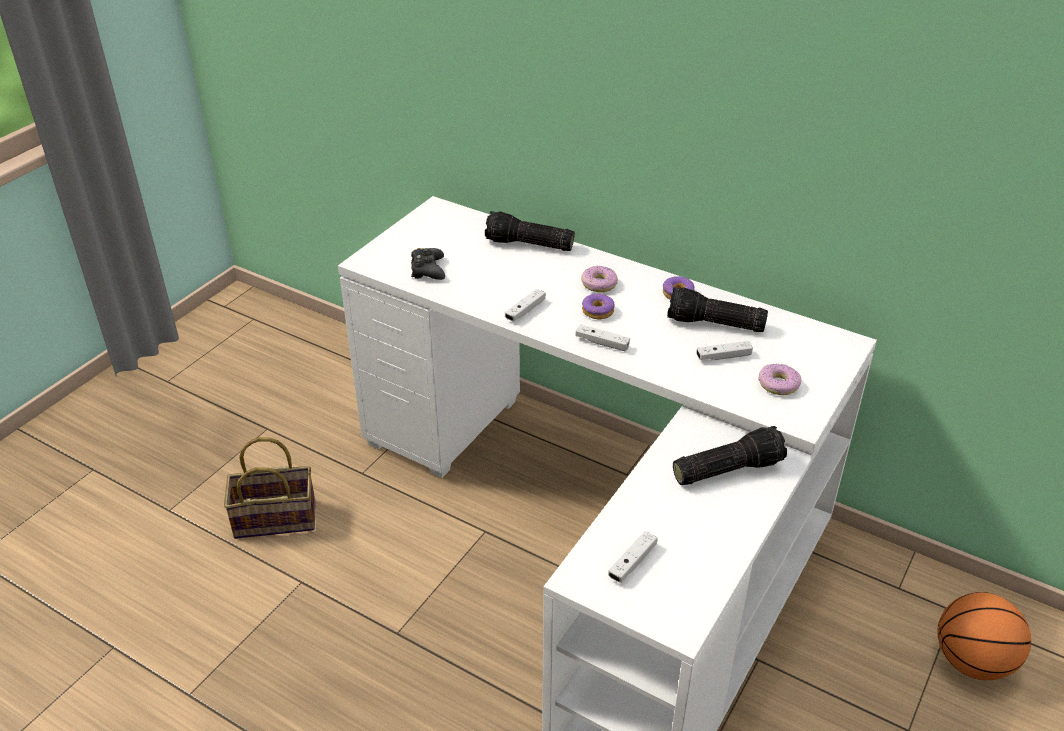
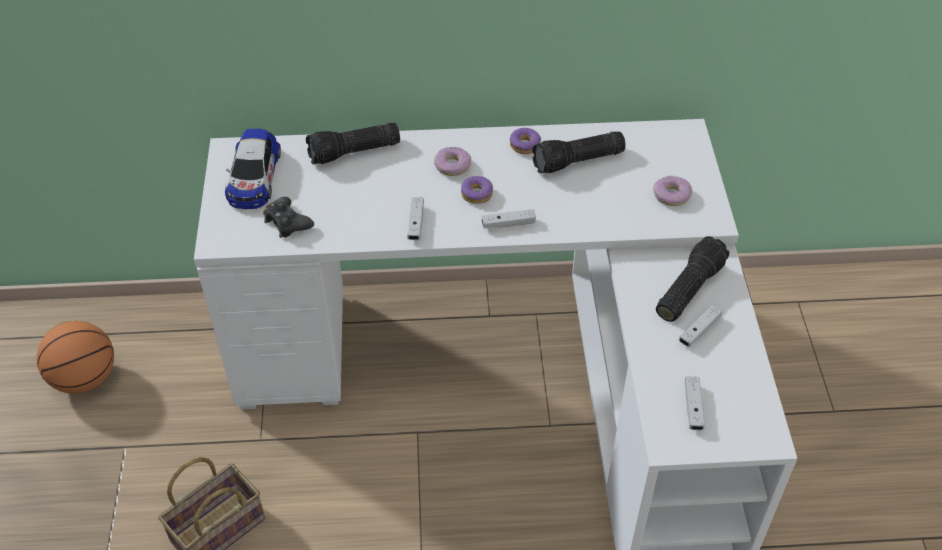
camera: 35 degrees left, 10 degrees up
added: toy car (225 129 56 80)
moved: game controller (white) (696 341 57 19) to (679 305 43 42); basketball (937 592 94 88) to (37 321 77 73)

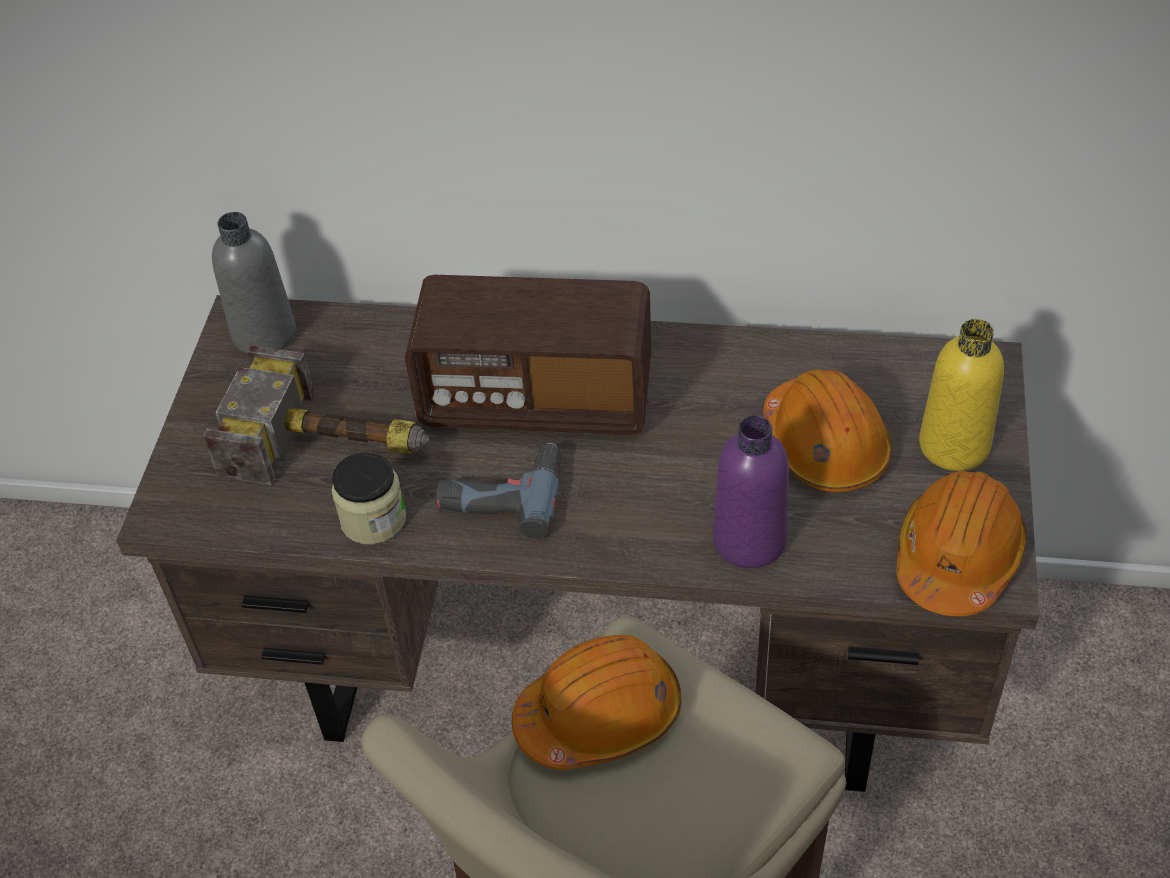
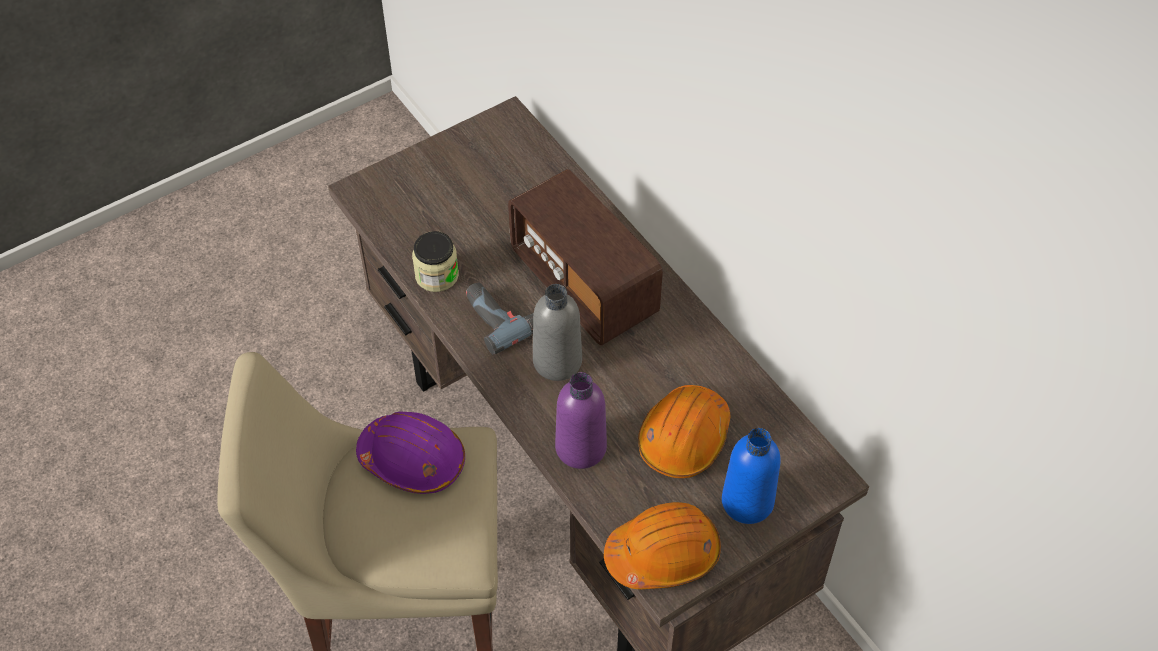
camera: 45 degrees right, 5 degrees up
removed: hammer (203 345 226 140)
moved: bottle (grey) (212 212 84 142) to (533 284 49 97)
recoloured: bottle (yellow) (919 319 85 152) to bottle (blue) (722 428 58 96); hard hat (orange) (512 635 170 135) to hard hat (purple) (356 412 109 82)

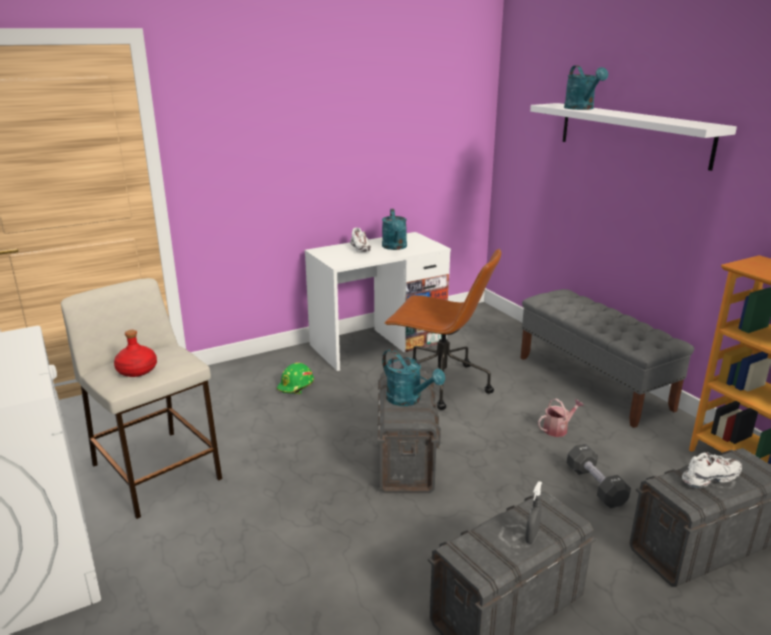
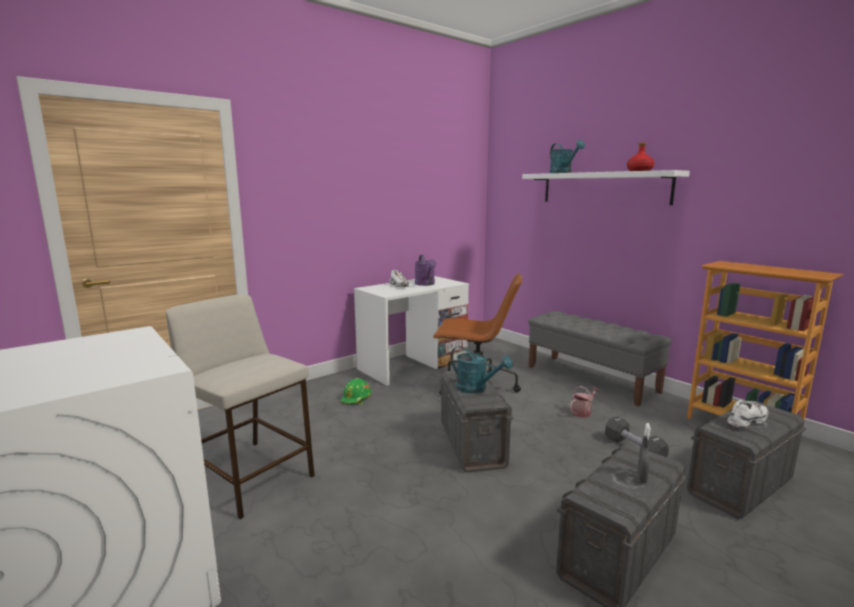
camera: 10 degrees left, 10 degrees down
moved: bottle (red) (114 330 43 47) to (627 143 27 28)
recoloured: watering can (turquoise) (382 209 25 41) to watering can (purple) (415 255 21 31)

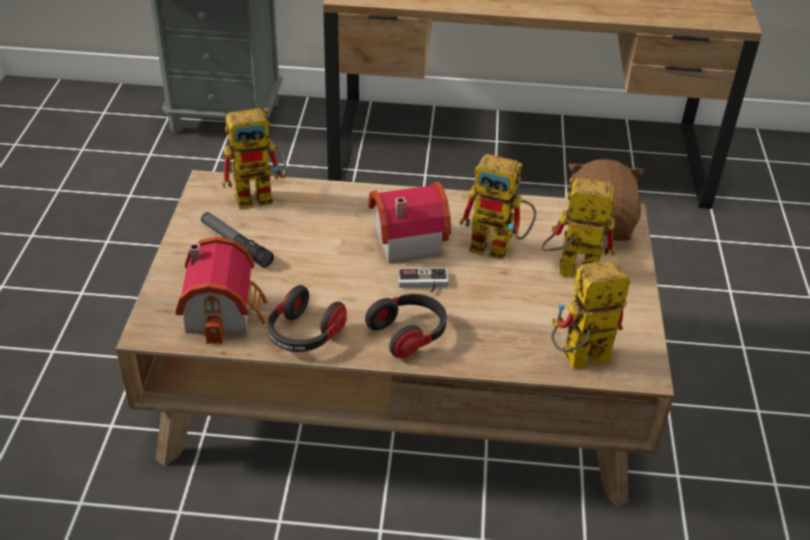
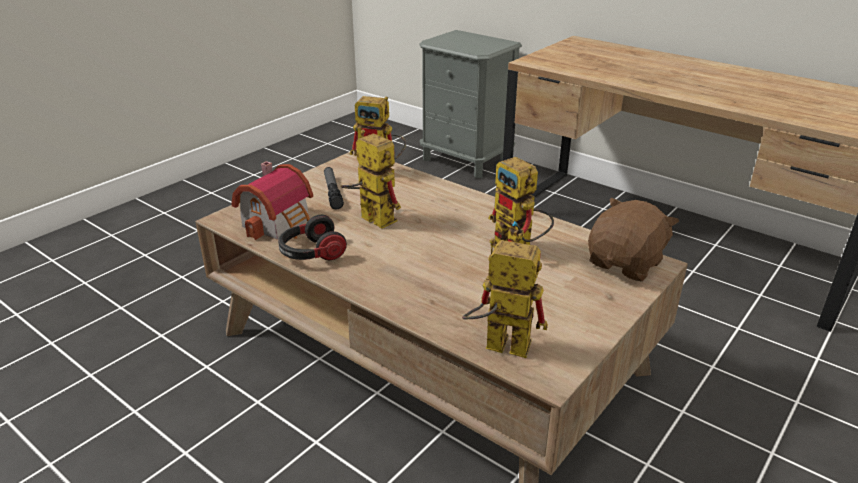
camera: 35 degrees right, 10 degrees down
removed: toy house (368 182 83 81); game controller (398 268 50 24); headphones (365 294 82 64)
moved: toy robot (541 178 75 100) to (340 129 61 100)

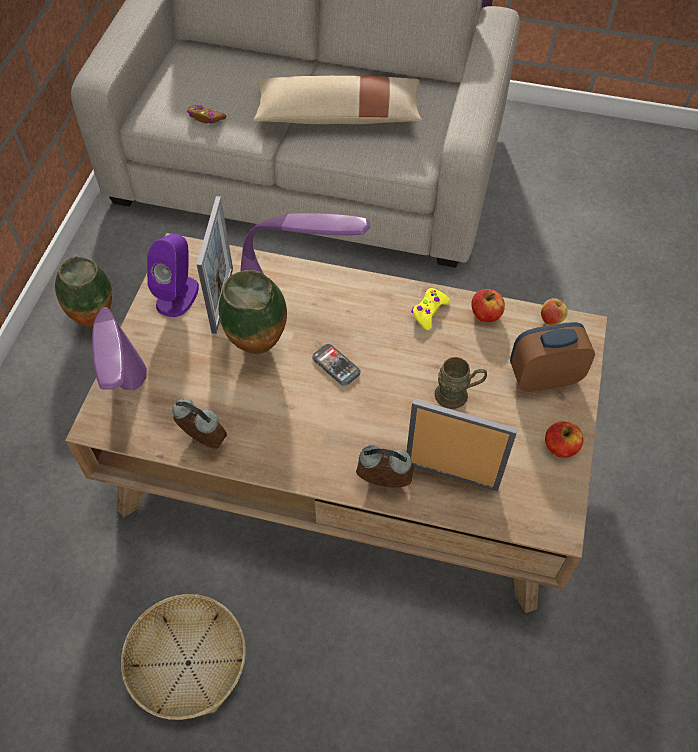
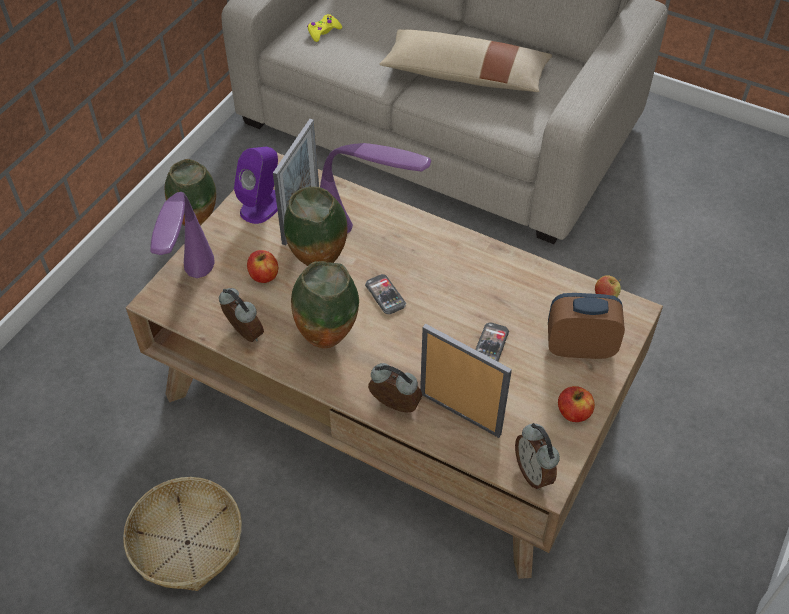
camera: 15 degrees right, 5 degrees down
removed: game controller (brown) (187 104 39 20)
added: vase (291 261 68 88); alarm clock (515 423 45 67)
moved: game controller (yellow) (411 288 39 42) to (307 14 35 28); apple (471 289 34 33) to (247 250 31 33)
replaced: mug (brown) (435 357 52 52) to phone (475 322 34 40)

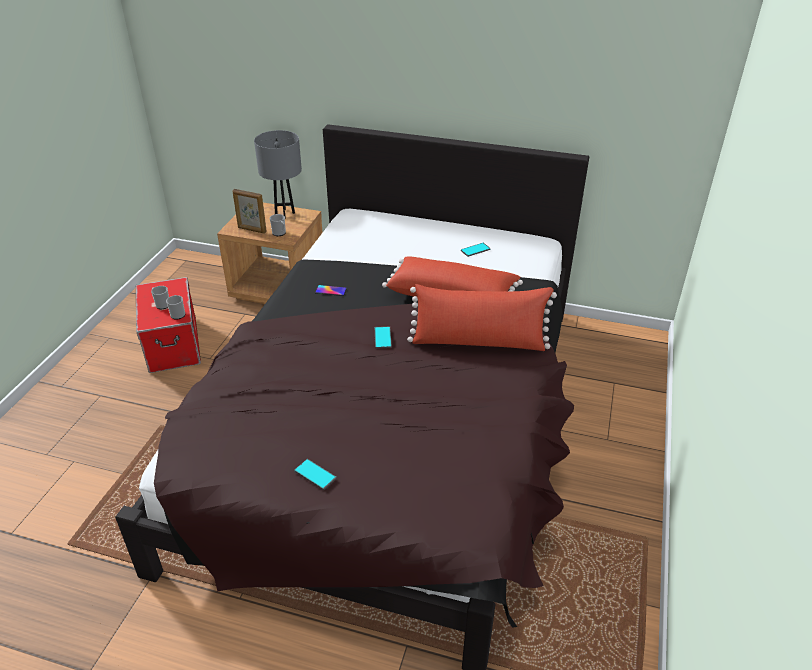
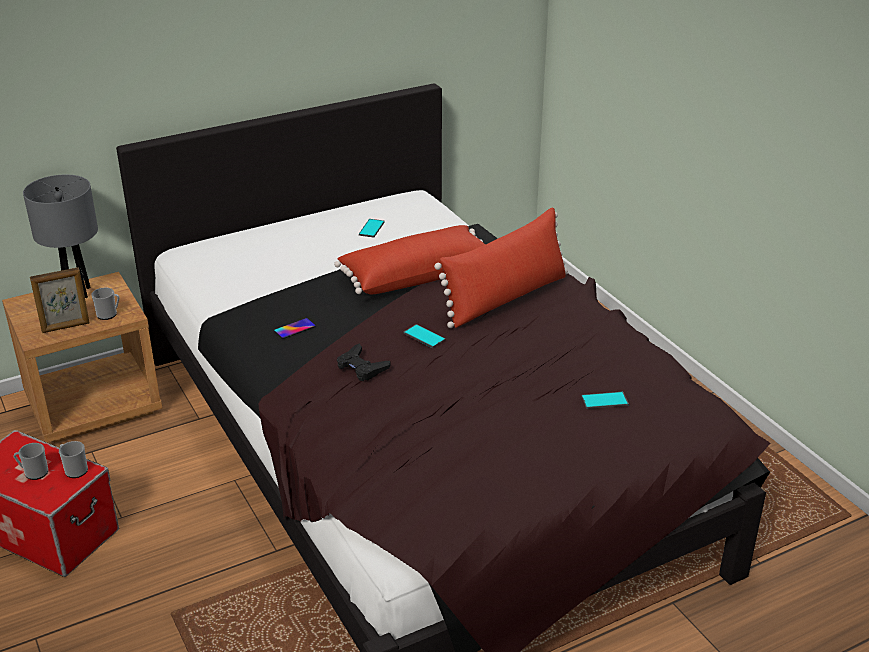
camera: 45 degrees left, 5 degrees down
added: game controller (black) (337 343 53 38)
moved: phone (294 459 43 31) to (581 392 48 17)

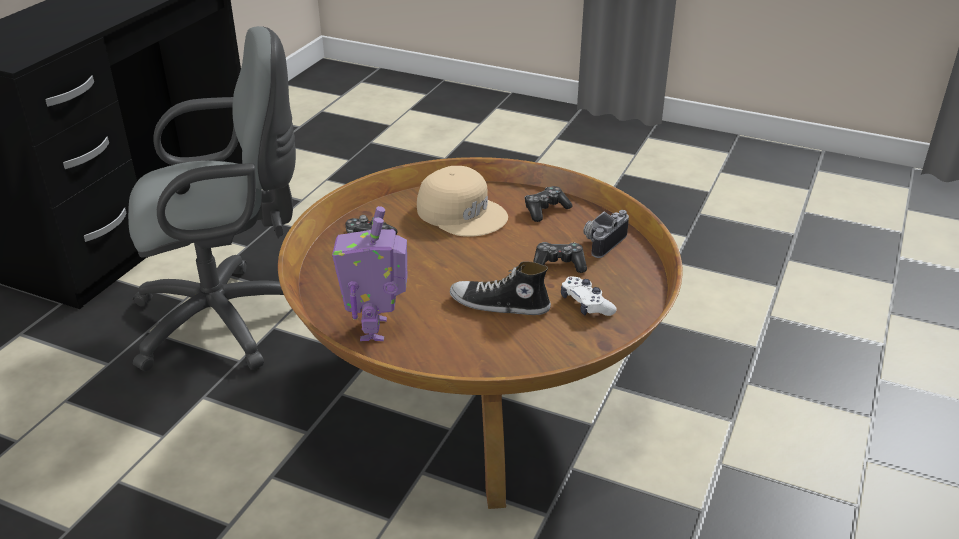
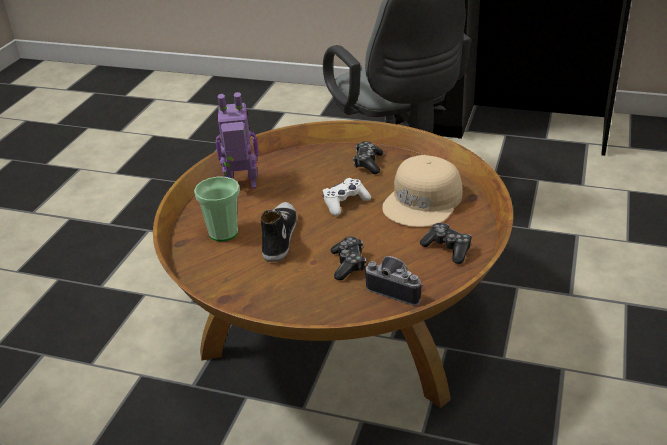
camera: 85 degrees right, 0 degrees up
added: cup (194 177 46 64)
moved: game controller (white) (561 276 56 40) to (323 178 48 38)

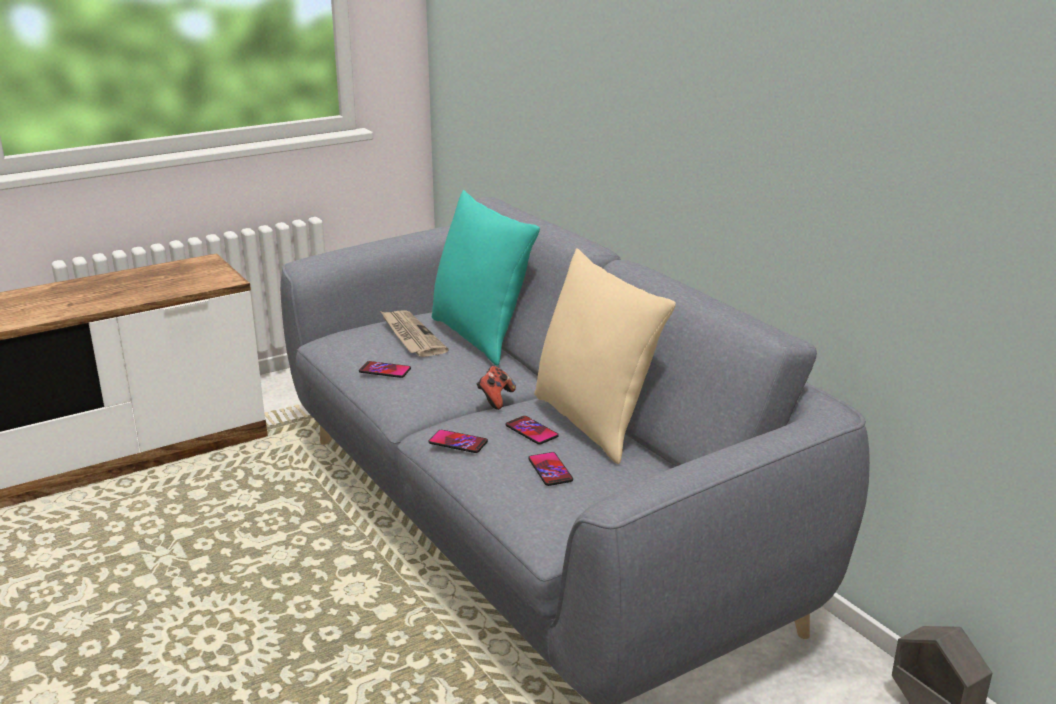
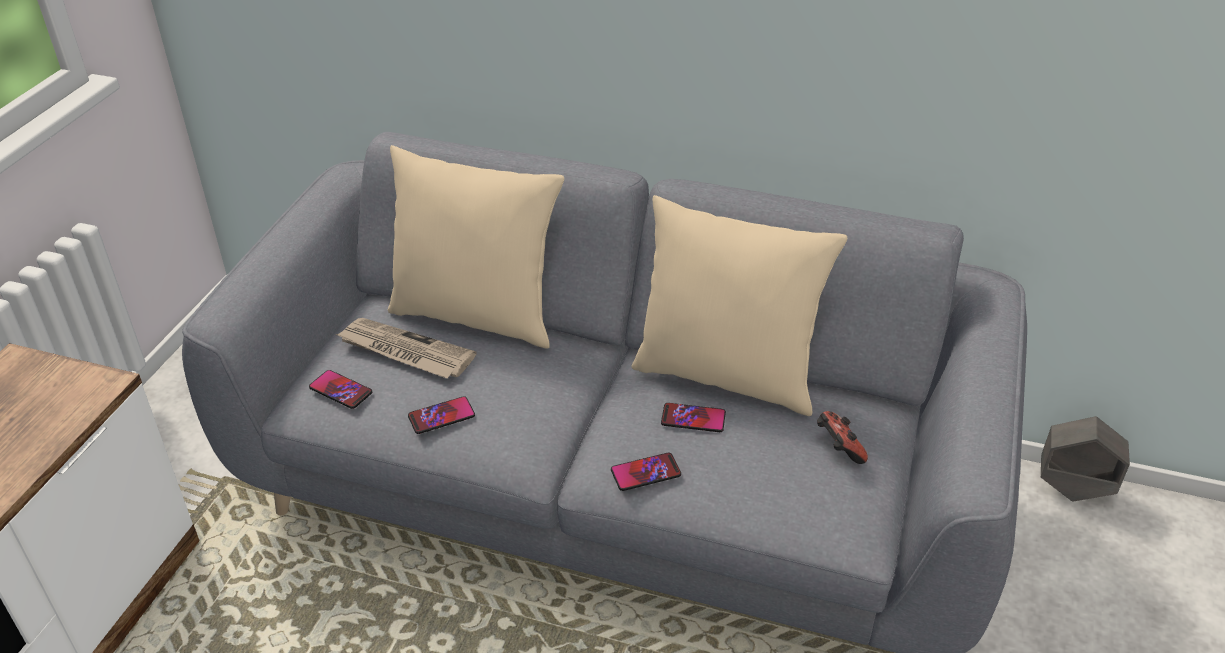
camera: 40 degrees left, 15 degrees up
moved: game controller (477 366 39 44) to (817 411 51 53); phone (528 452 45 34) to (309 370 63 39)
recoloured: pillow (turquoise) (432 190 108 176) to pillow (beige) (388 145 176 204)

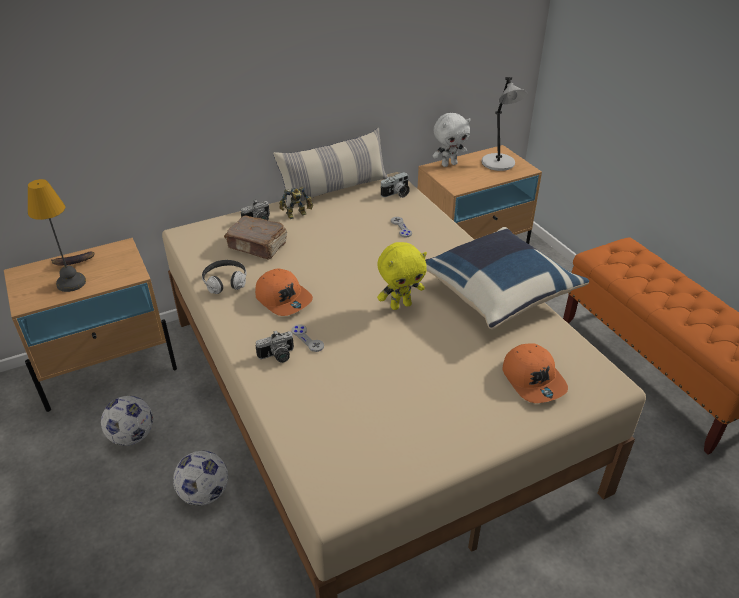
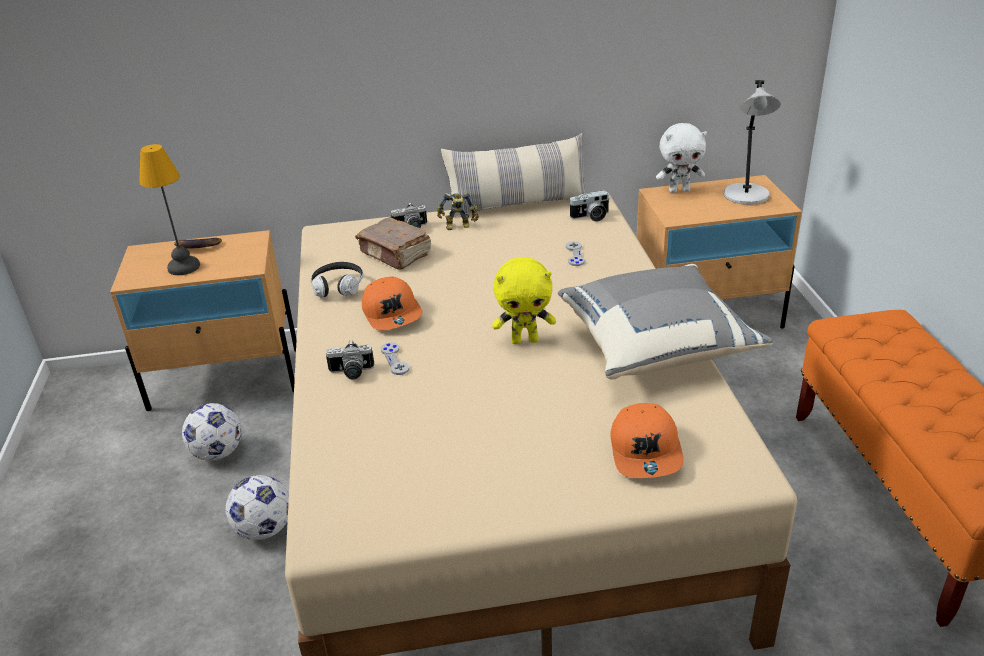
camera: 20 degrees right, 5 degrees down
recoloured: pillow (blue) (425 227 164 103) to pillow (grey) (558 264 215 116)

